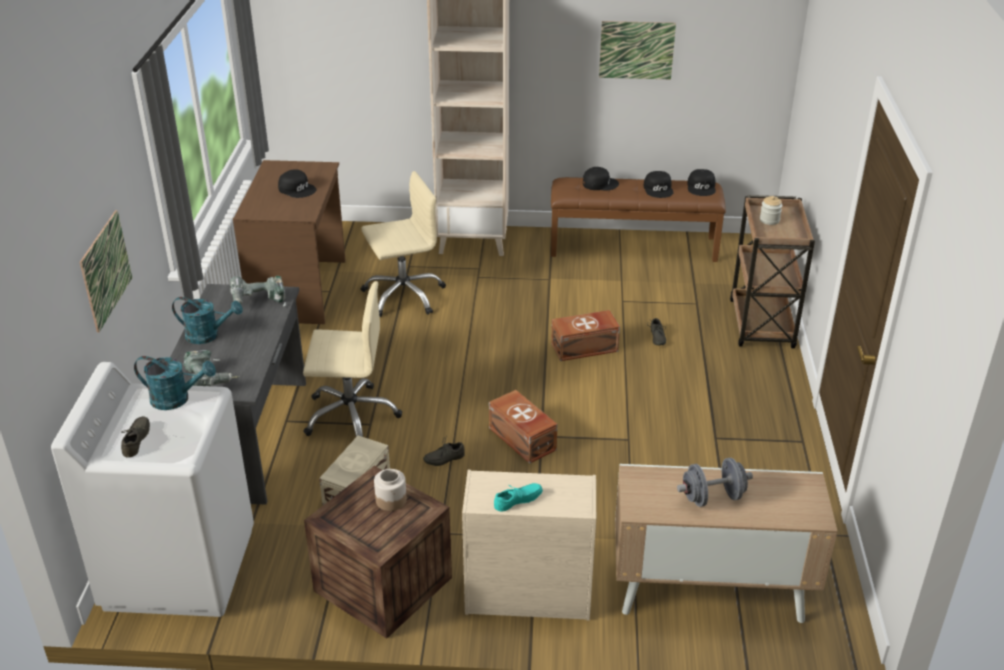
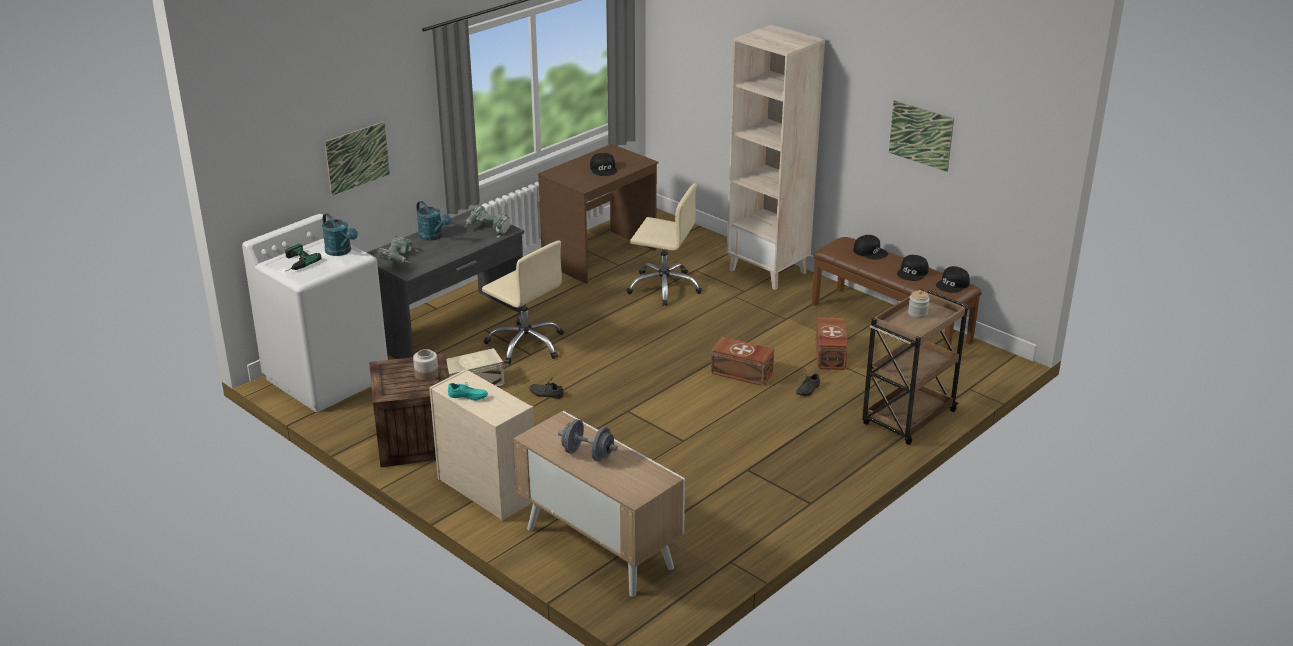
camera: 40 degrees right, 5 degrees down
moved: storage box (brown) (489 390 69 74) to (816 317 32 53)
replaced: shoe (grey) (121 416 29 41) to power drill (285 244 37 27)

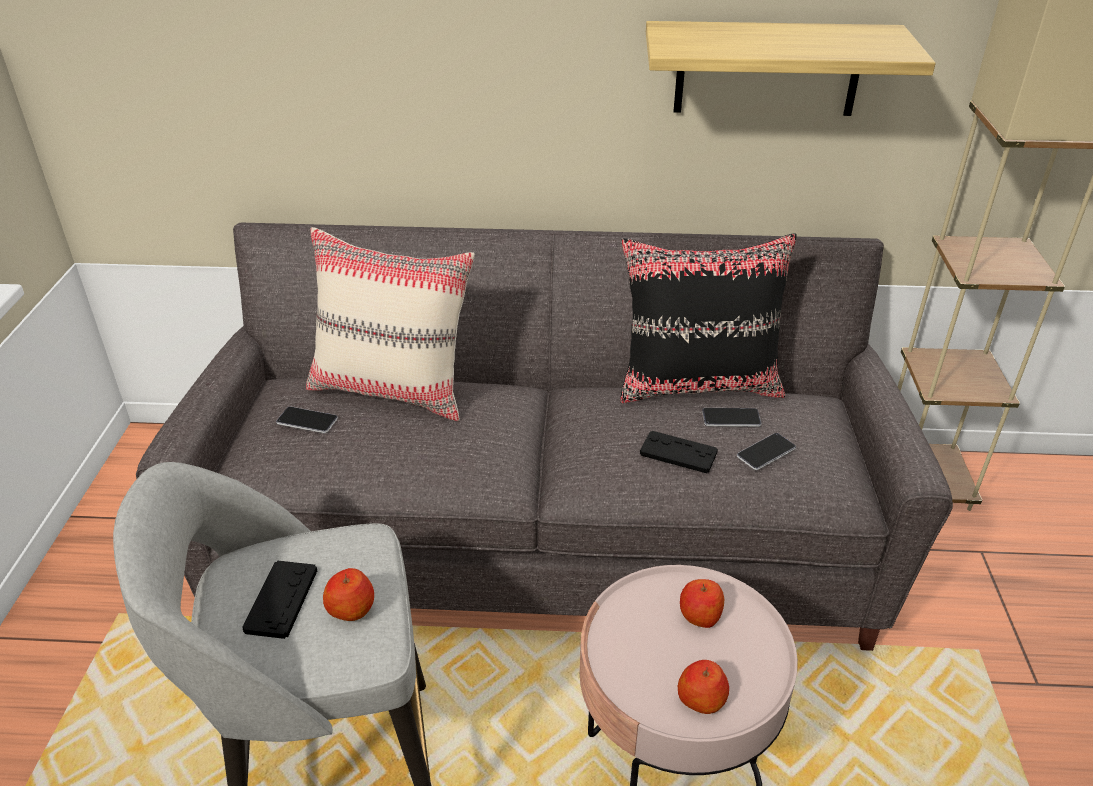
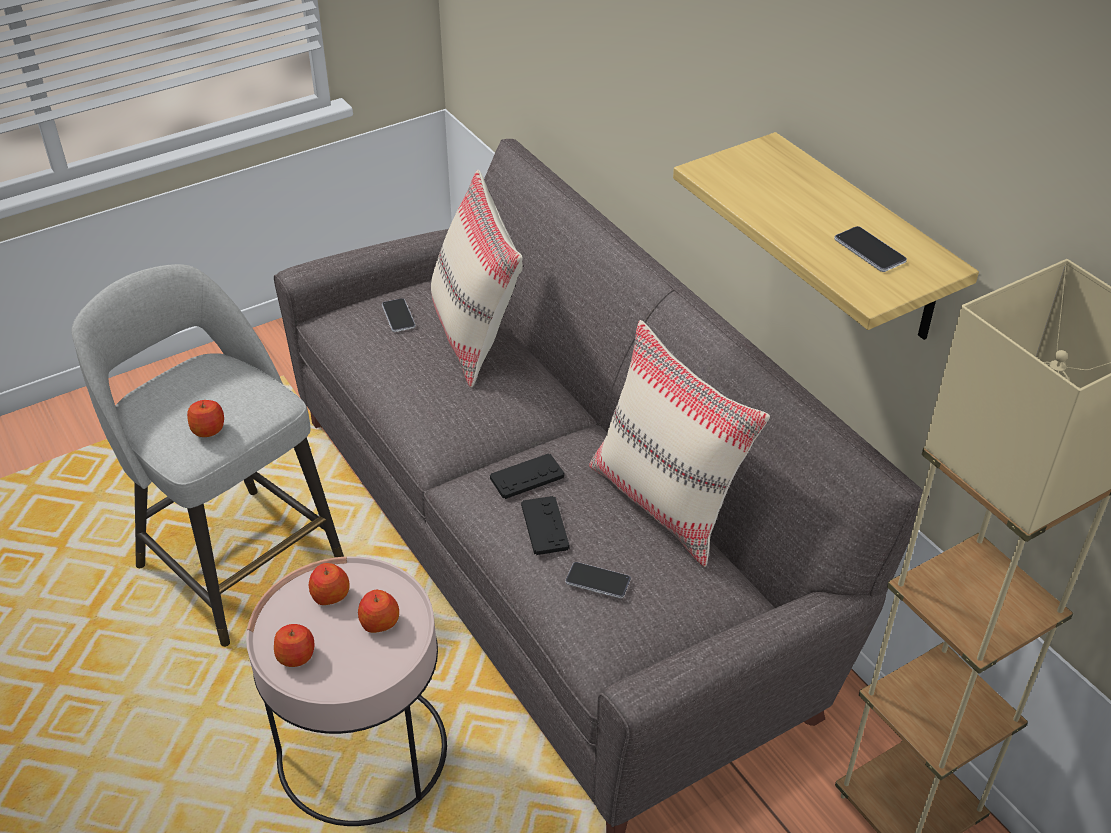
camera: 55 degrees right, 5 degrees up
added: apple (309 563 40 42)
moved: phone (702 408 59 19) to (834 226 73 46); game controller (black) (242 561 75 78) to (490 453 74 46)
recoloured: pillow (black) (620 234 177 169) to pillow (beige) (589 320 181 247)

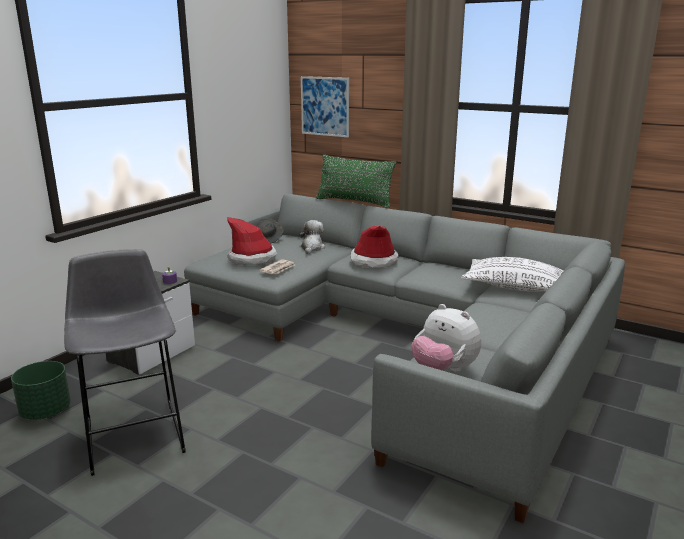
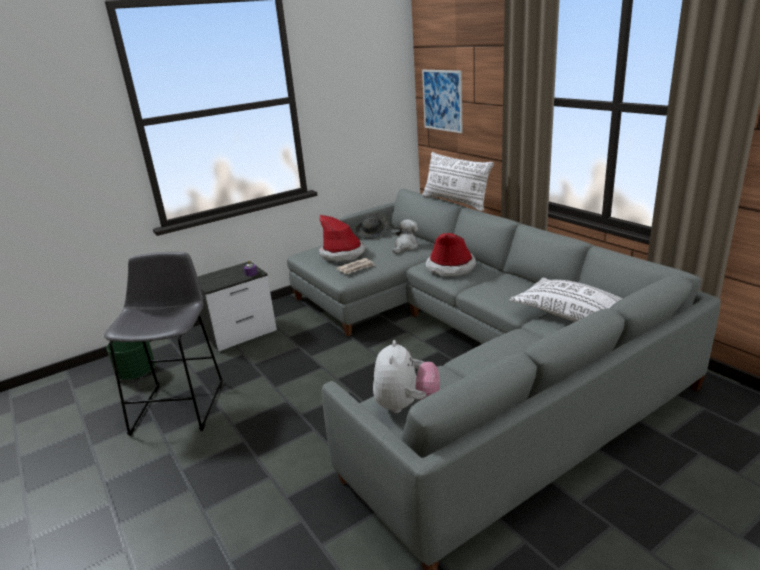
camera: 25 degrees right, 5 degrees up
recoloured: pillow (green) (316 155 81 53) to pillow (white) (422 152 72 59)
turned: plush toy (412 304 69 68) = (373 340 67 73) 150 degrees counterclockwise

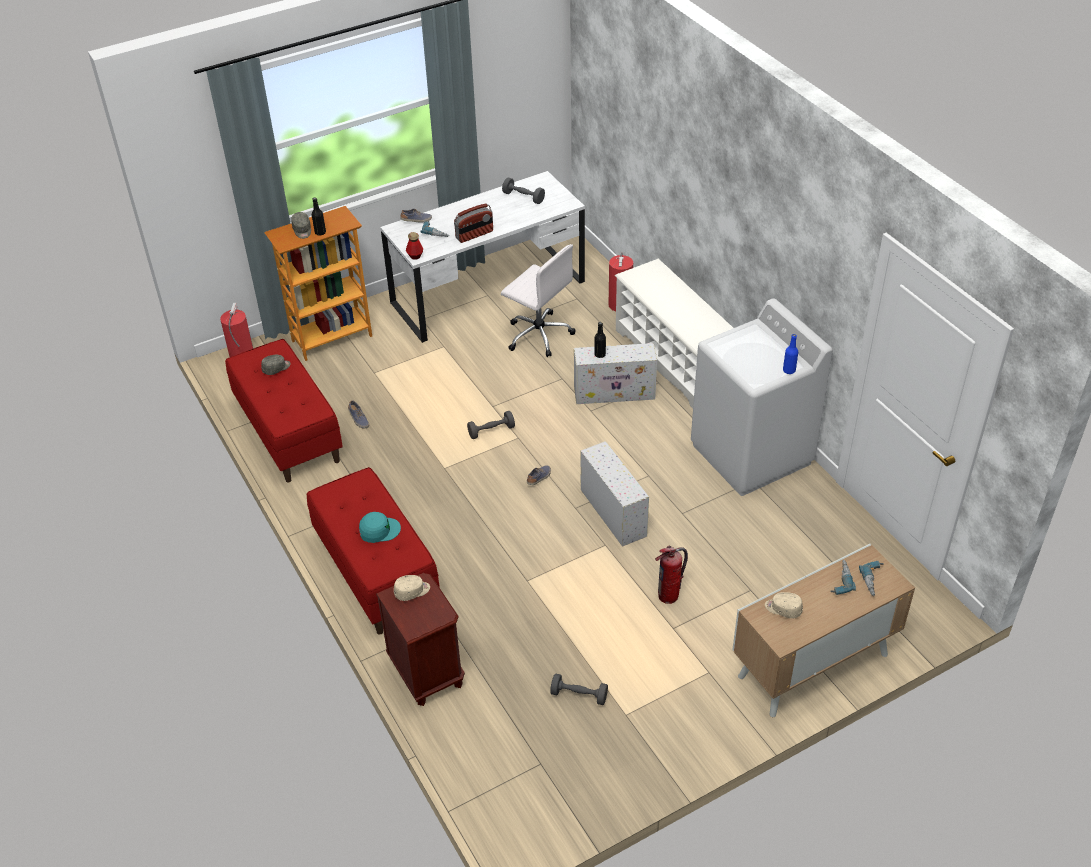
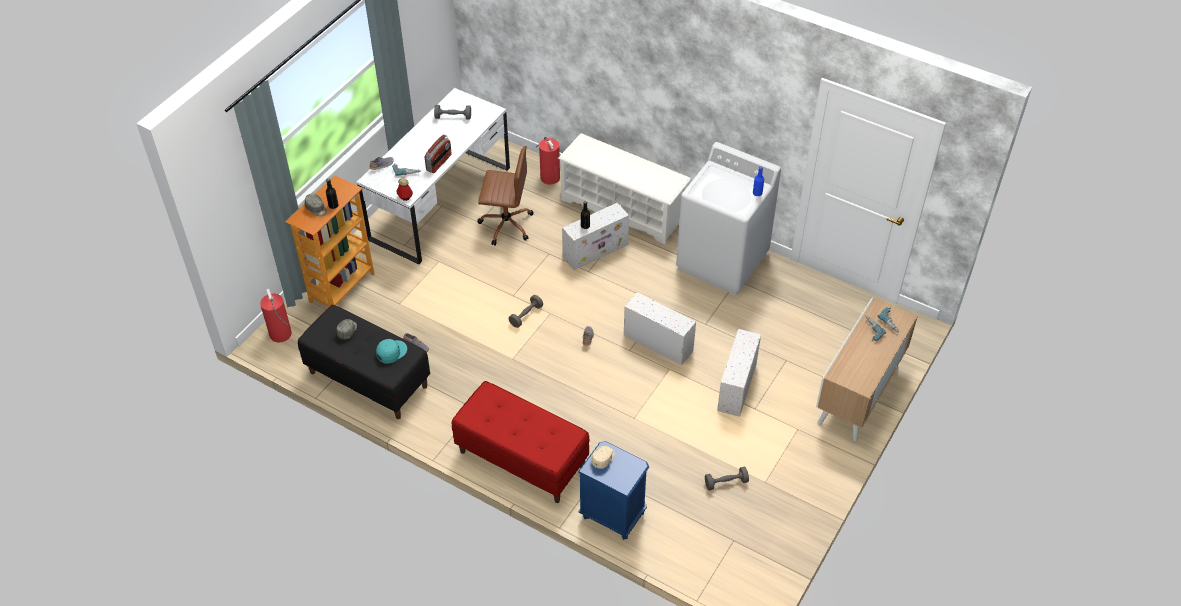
camera: 30 degrees left, 5 degrees up
removed: cap (beige) (765 592 38 27)
moved: cap (turquoise) (359 512 42 31) to (376 339 31 25)
replaced: fire extinguisher (655 546 33 58) to storage box (white) (717 329 44 88)
recoloured: office chair (white) (501 244 74 113) to office chair (brown) (477 146 57 100); bench (red) (225 339 118 144) to bench (black) (298 305 132 114); nightstand (brown) (376 573 89 133) to nightstand (blue) (578 441 71 99)

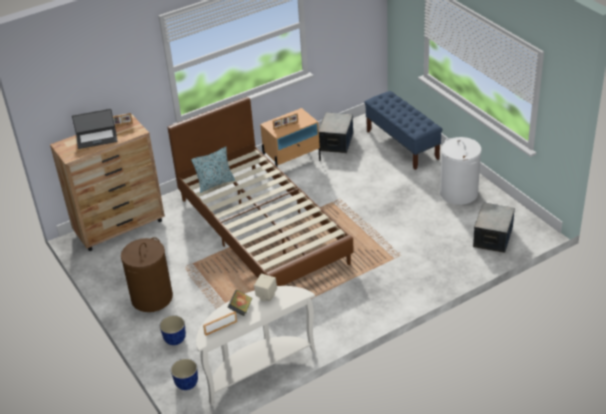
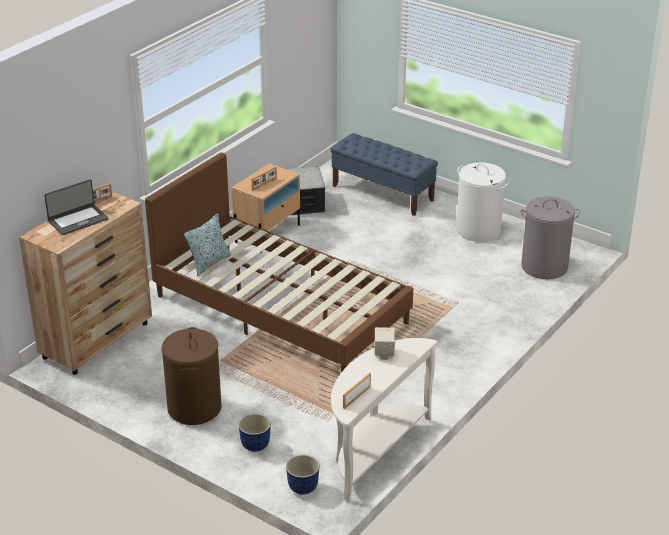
camera: 25 degrees left, 5 degrees down
removed: book (228 290 24 26)
replaced: storage box (473 202 42 51) to laundry basket (grey) (521 196 59 84)

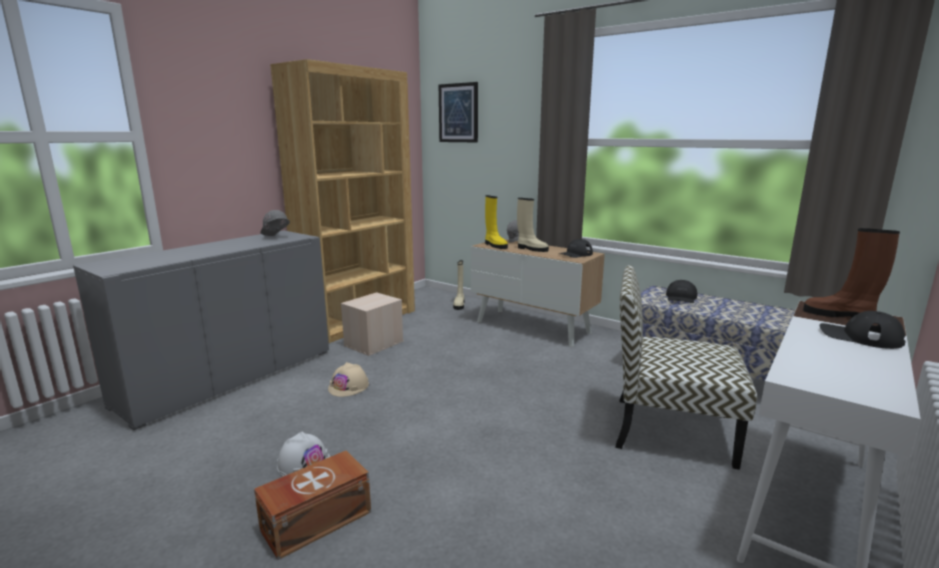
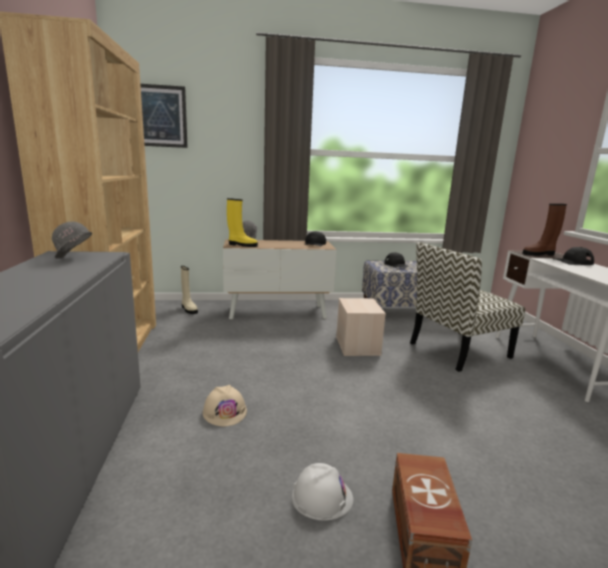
camera: 45 degrees left, 0 degrees up
removed: boot (beige) (517 198 32 54)
moved: storage box (beige) (341 292 63 64) to (336 298 50 58)

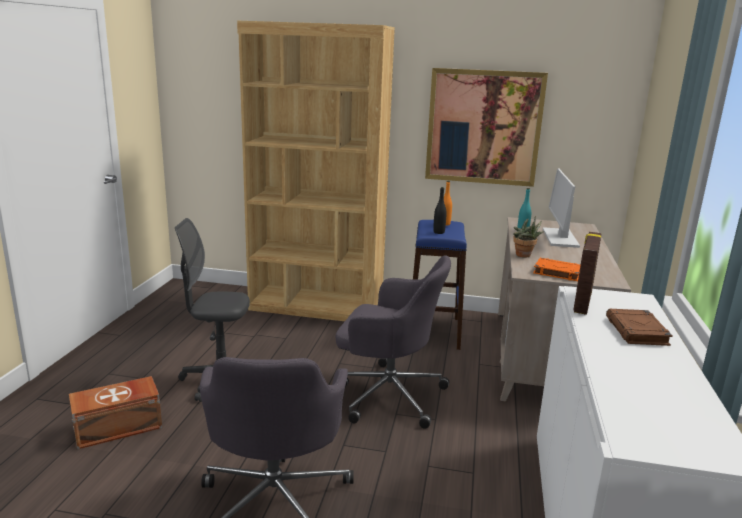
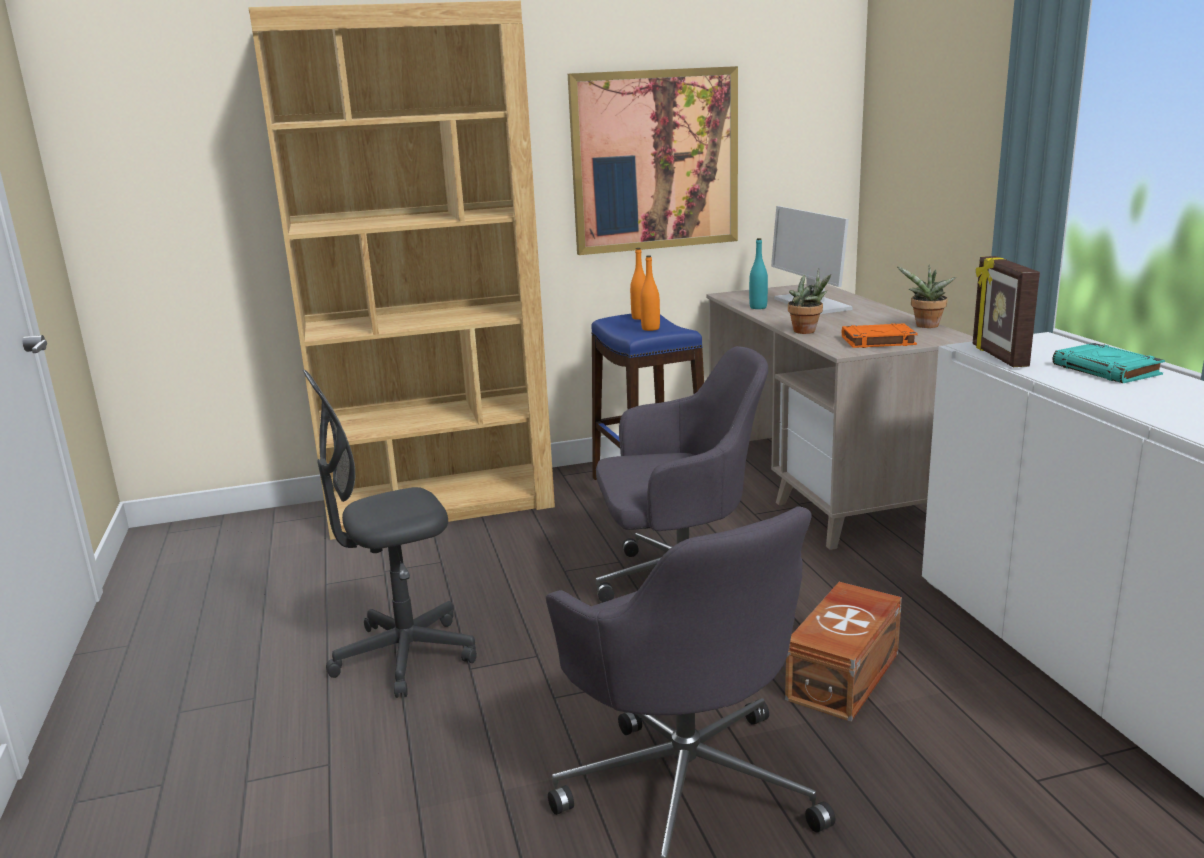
camera: 25 degrees left, 0 degrees up
added: potted plant (897 264 60 64)
moved: storage box (brown) (69 376 93 73) to (785 582 117 140)
recoloured: bottle (black) (433 187 14 47) to bottle (orange) (640 255 20 76); book (brown) (606 309 67 37) to book (turquoise) (1053 343 112 40)

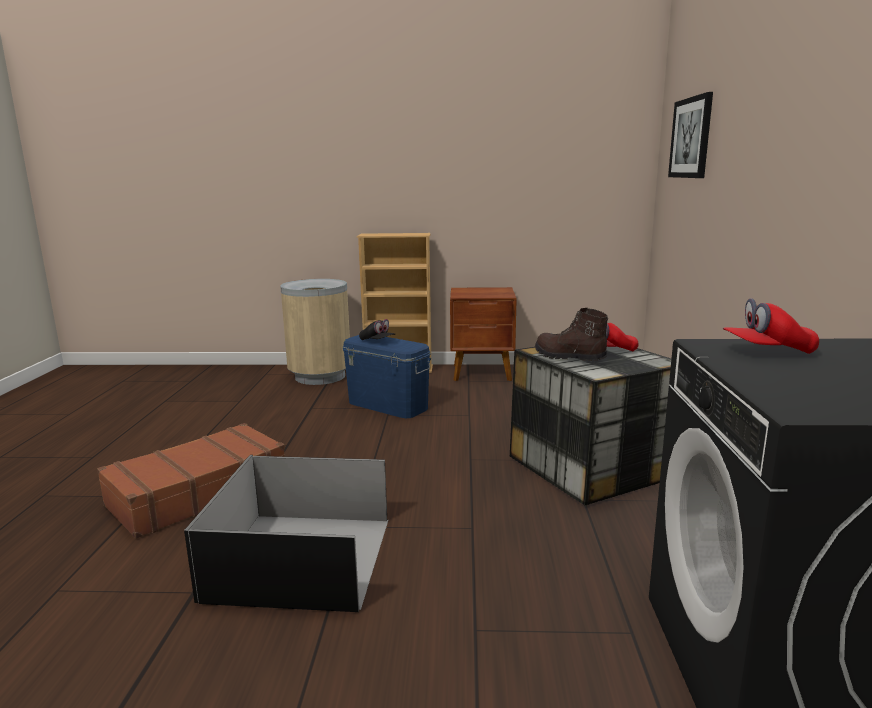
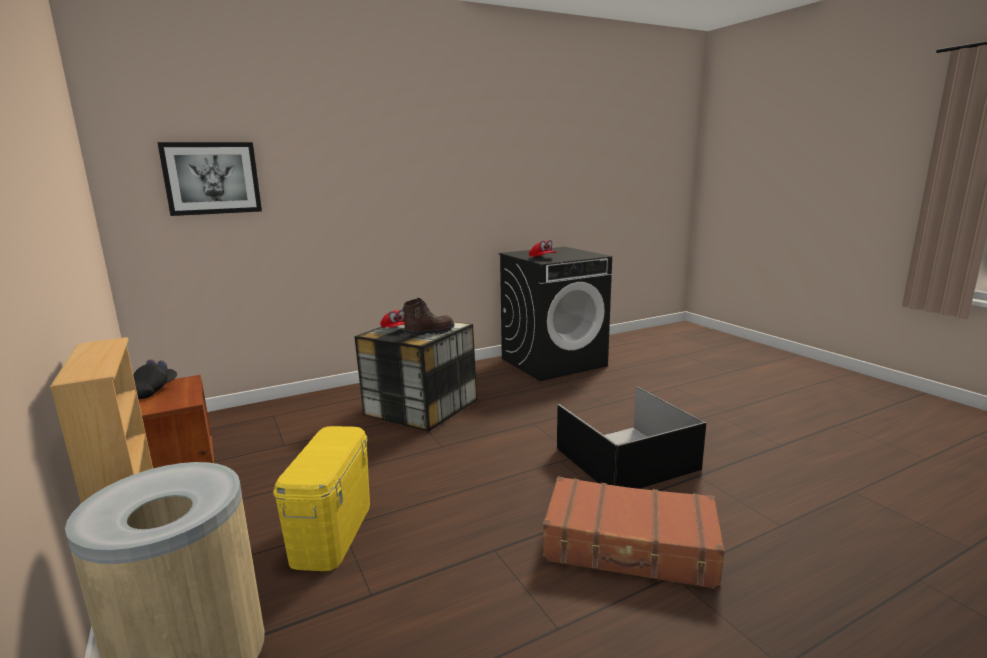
camera: 120 degrees left, 0 degrees up
moved: cap (black) (359 319 36 21) to (133 359 44 40)
recoloured: storage box (blue) (343 335 88 83) to storage box (yellow) (273 426 97 145)
turned: boot (brown) (535 308 73 53) = (403 298 52 38) 135 degrees counterclockwise

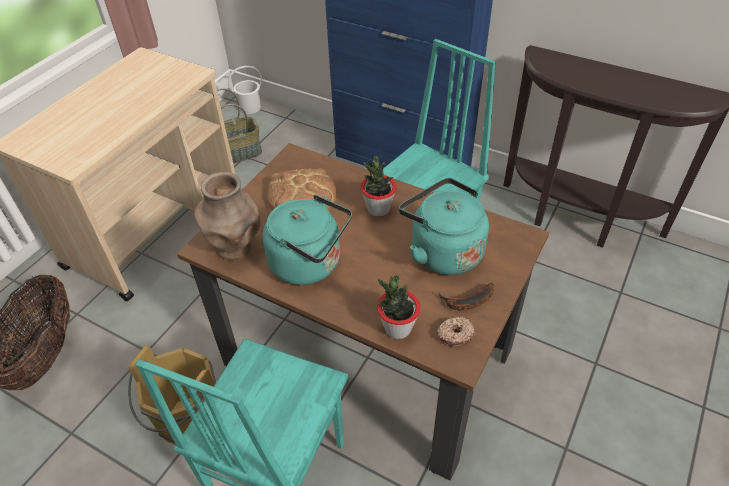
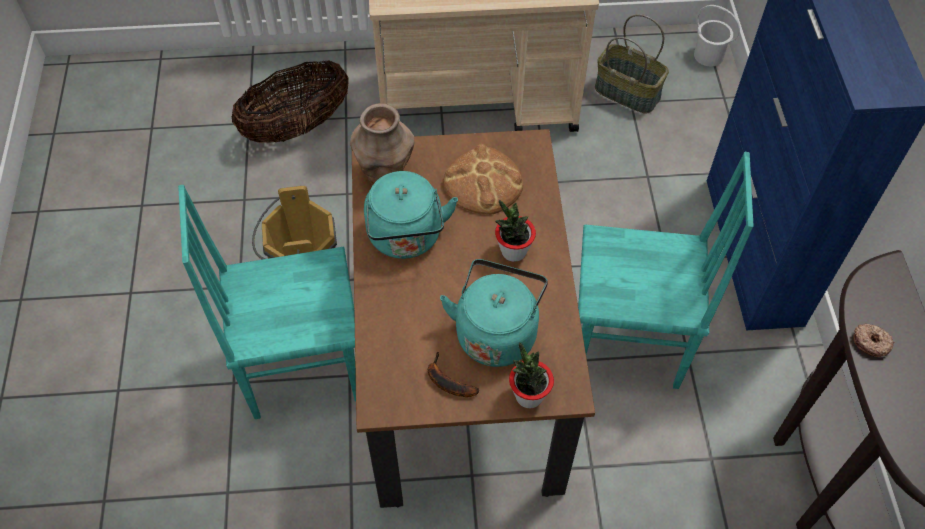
camera: 55 degrees right, 10 degrees up
moved: potted plant (377 275 44 64) to (509 342 45 66); donut (437 317 38 30) to (853 323 42 34)

